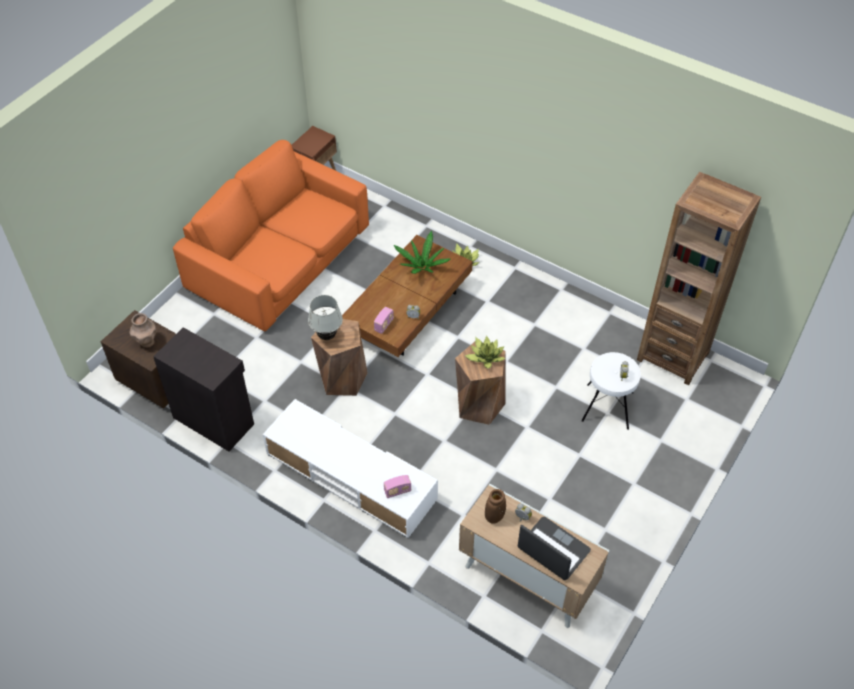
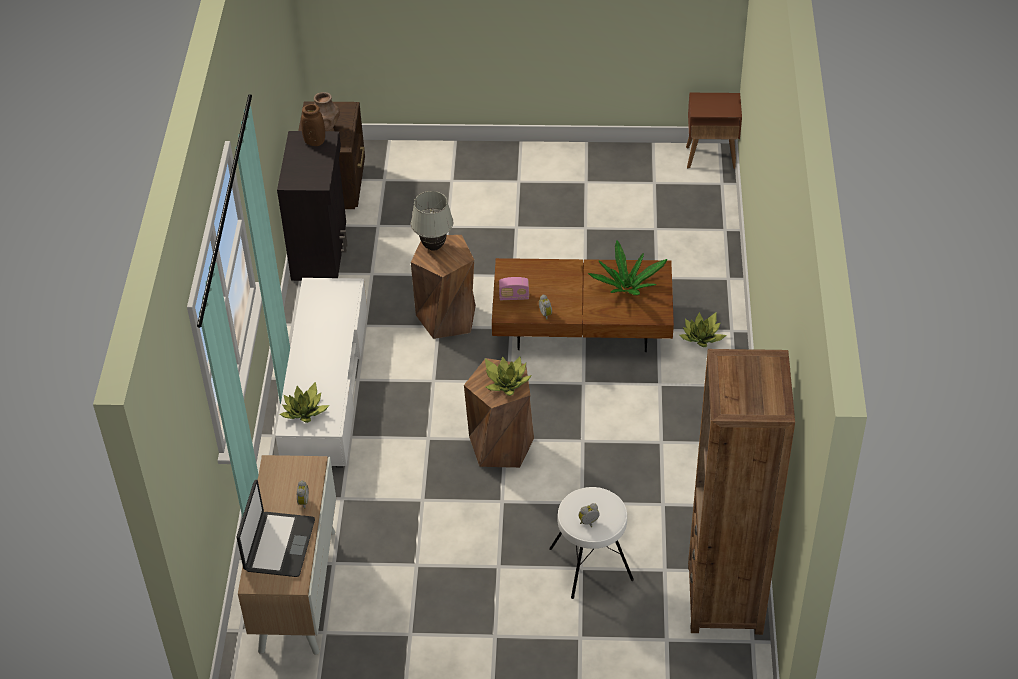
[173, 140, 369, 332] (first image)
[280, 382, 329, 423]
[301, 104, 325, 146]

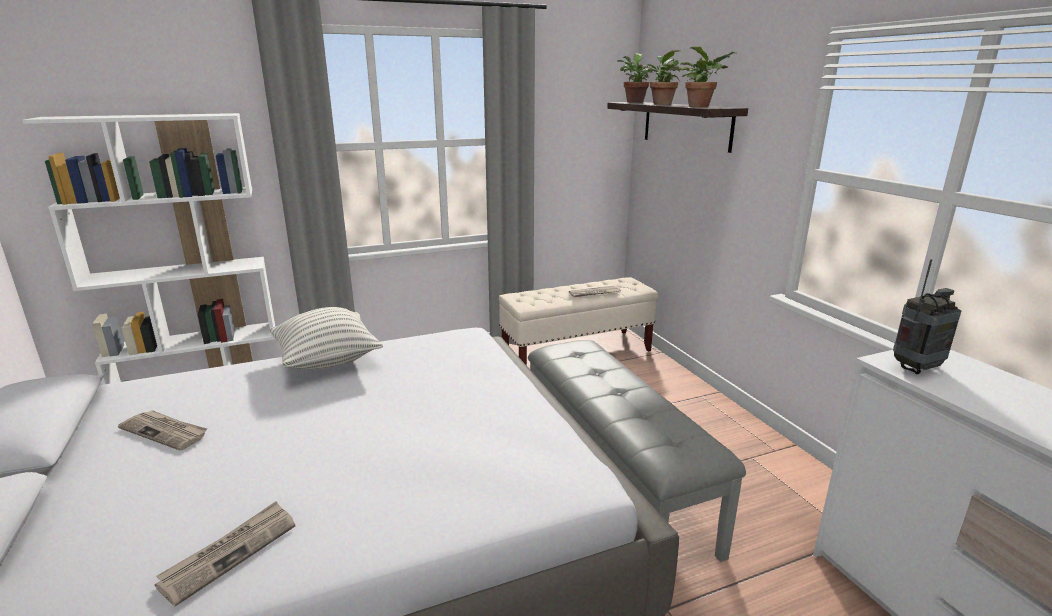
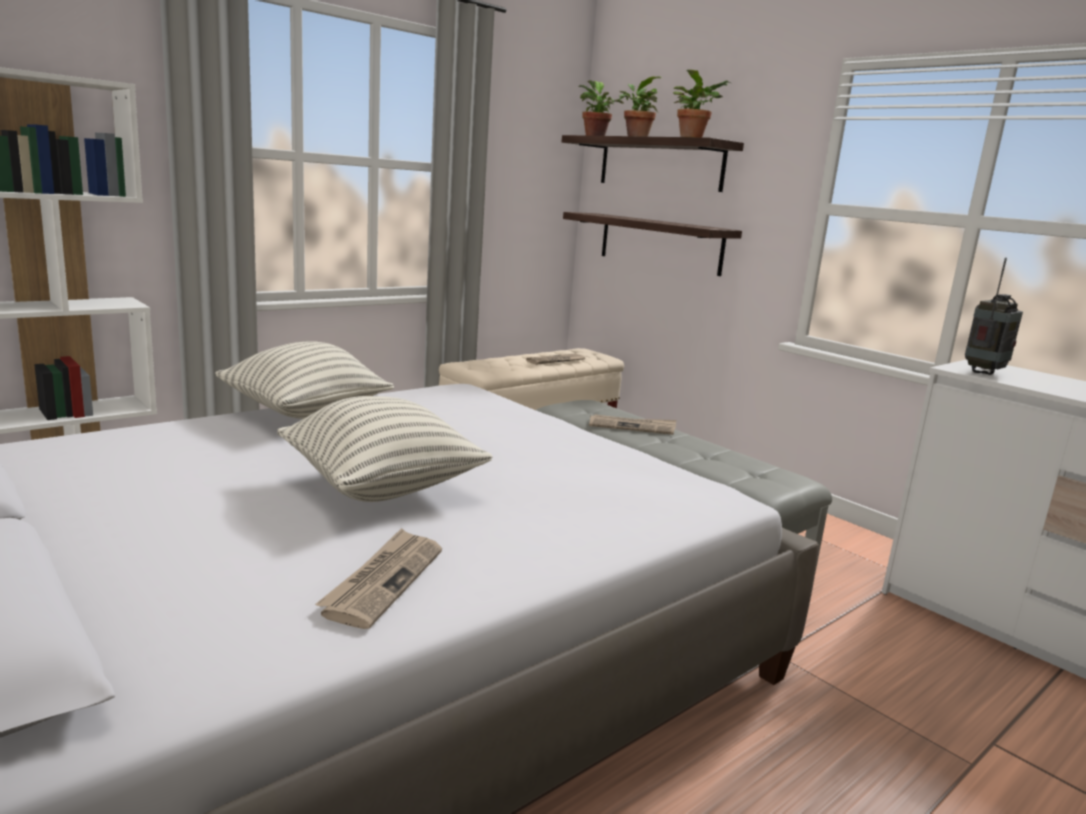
[589, 414, 676, 435]
[277, 396, 493, 502]
[563, 212, 742, 276]

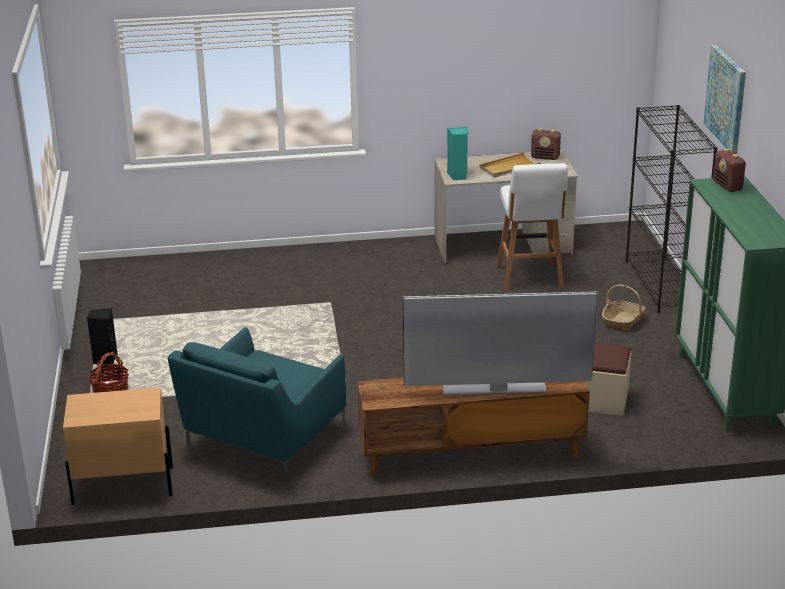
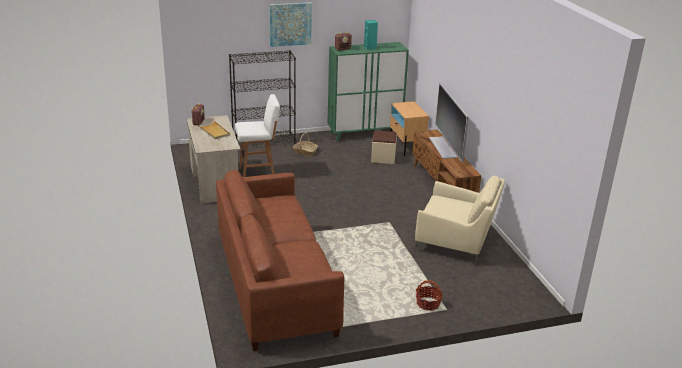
[390, 101, 429, 156]
[87, 308, 118, 366] (first image)
[415, 176, 505, 265]
[364, 20, 378, 50]
[216, 170, 344, 351]

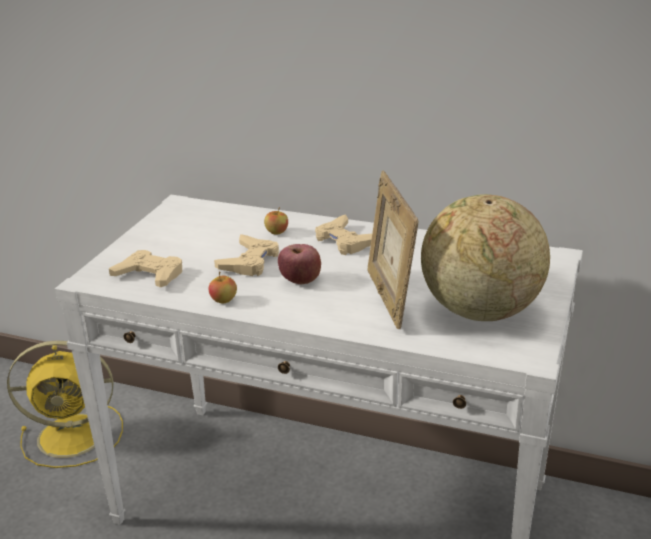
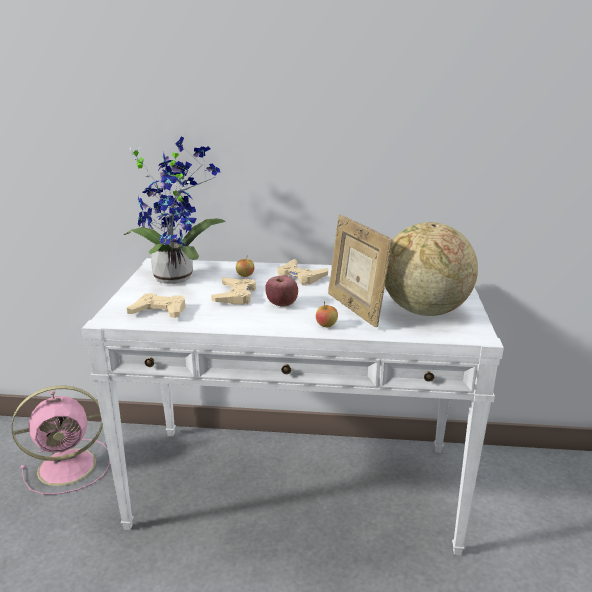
[12, 385, 110, 495]
[316, 302, 338, 327]
[124, 137, 225, 284]

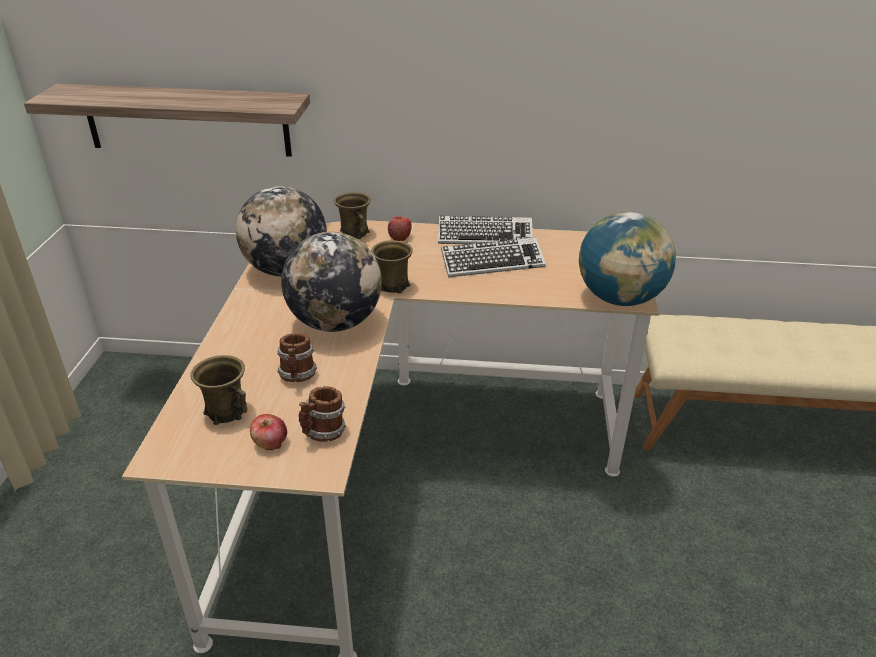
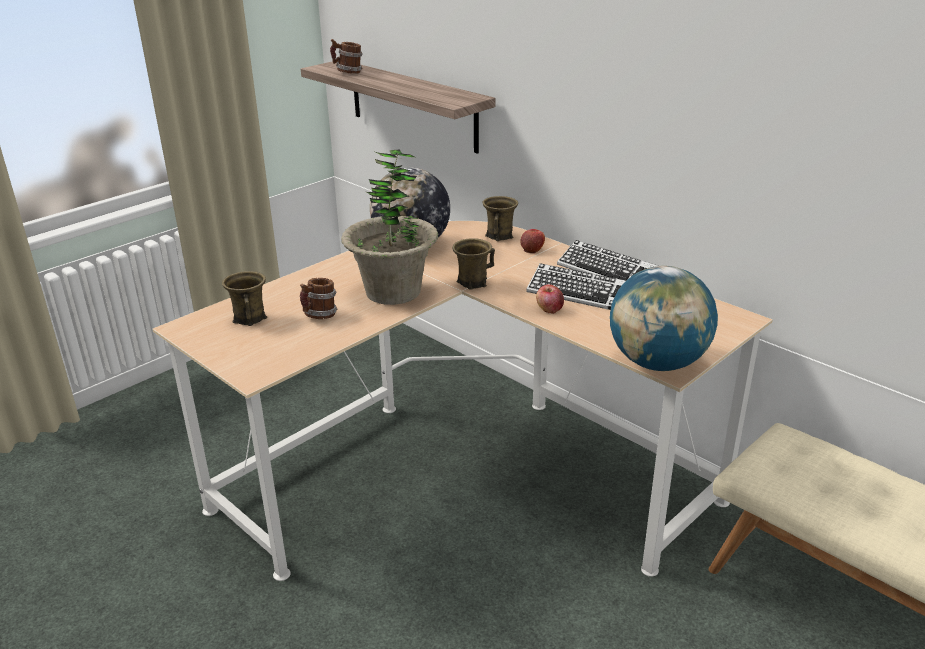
[536, 285, 564, 314]
[341, 150, 438, 305]
[330, 39, 363, 74]

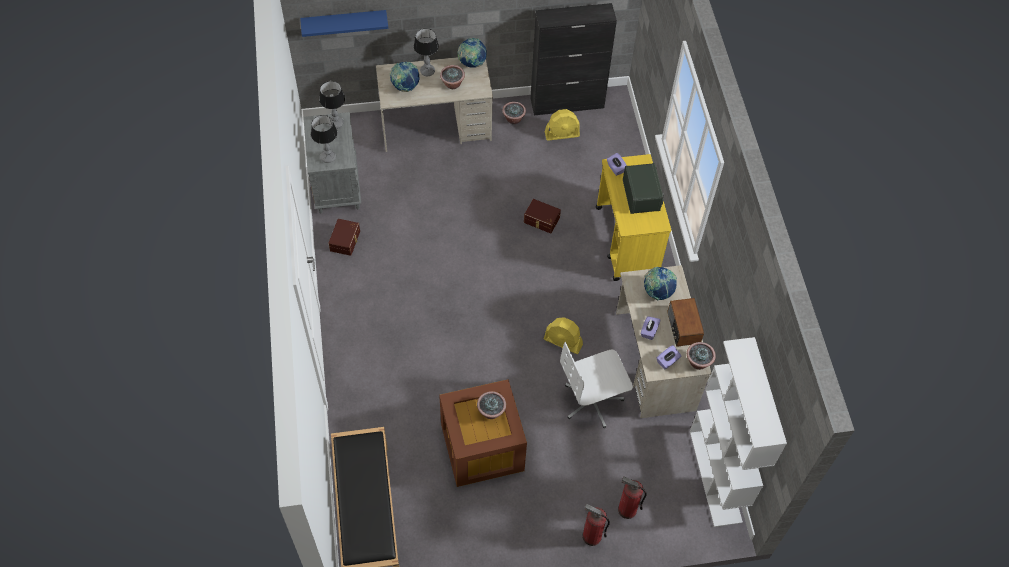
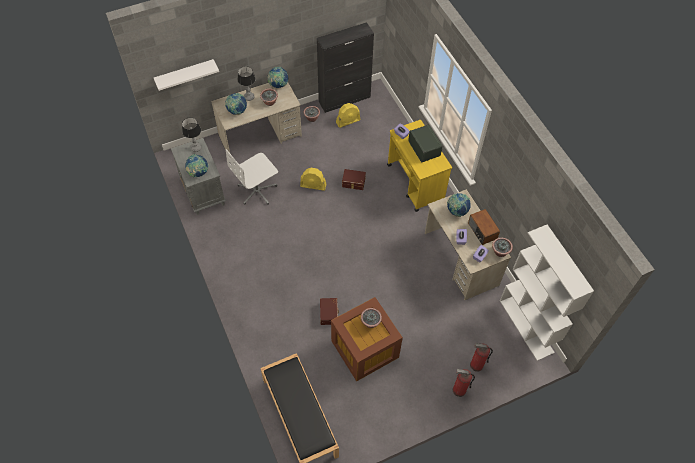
[154, 59, 219, 91]
[185, 154, 209, 177]
[320, 298, 339, 325]
[300, 168, 326, 191]
[226, 149, 278, 205]

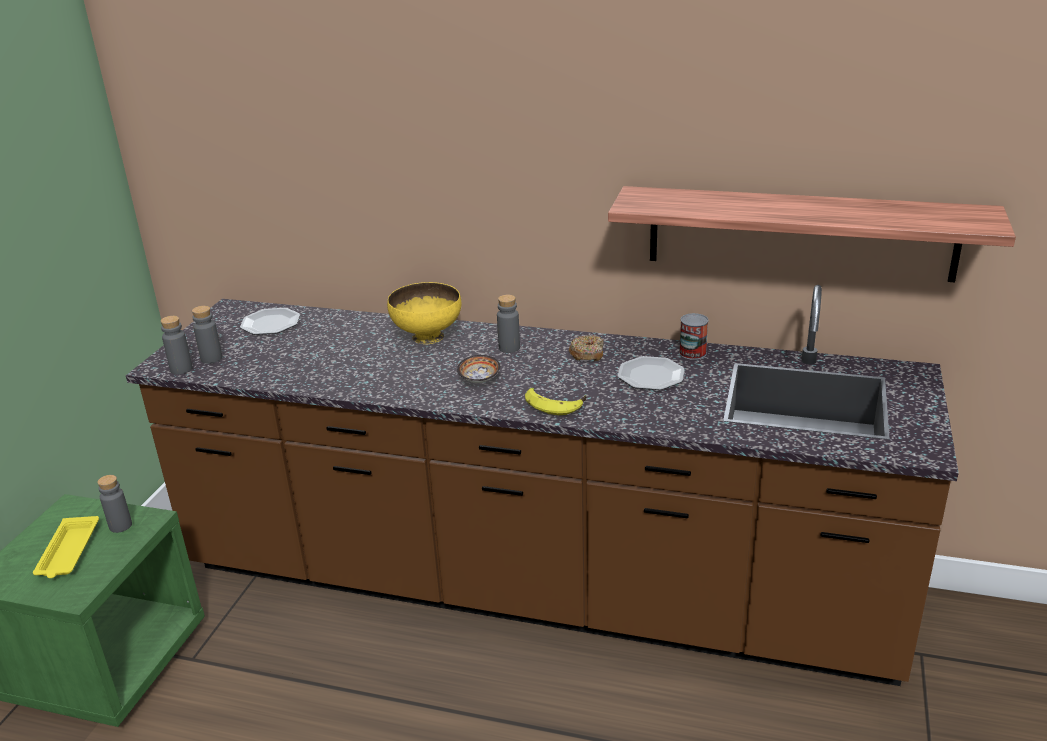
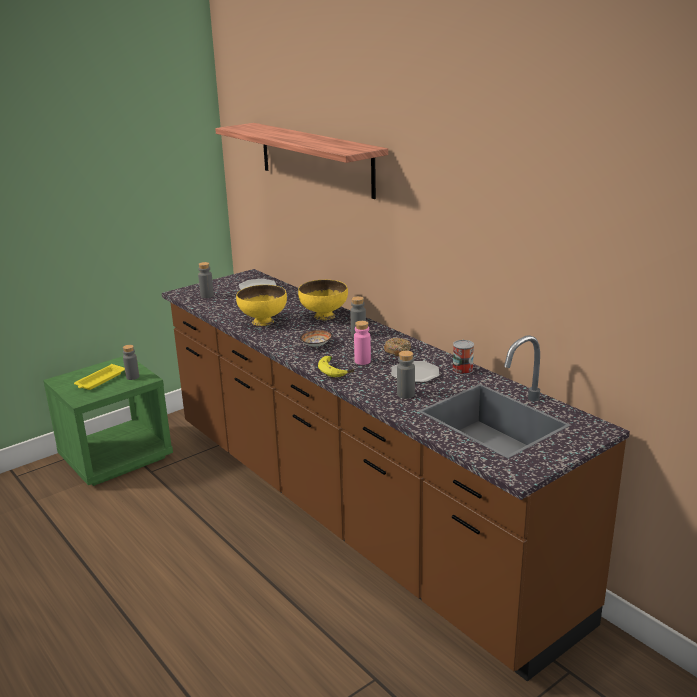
[397, 351, 415, 399]
[215, 123, 388, 199]
[236, 285, 287, 326]
[354, 321, 371, 365]

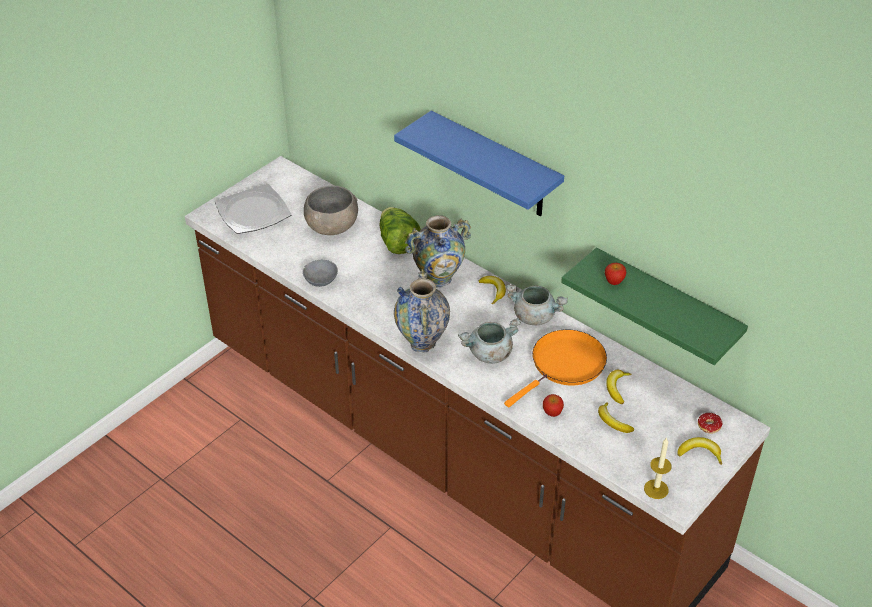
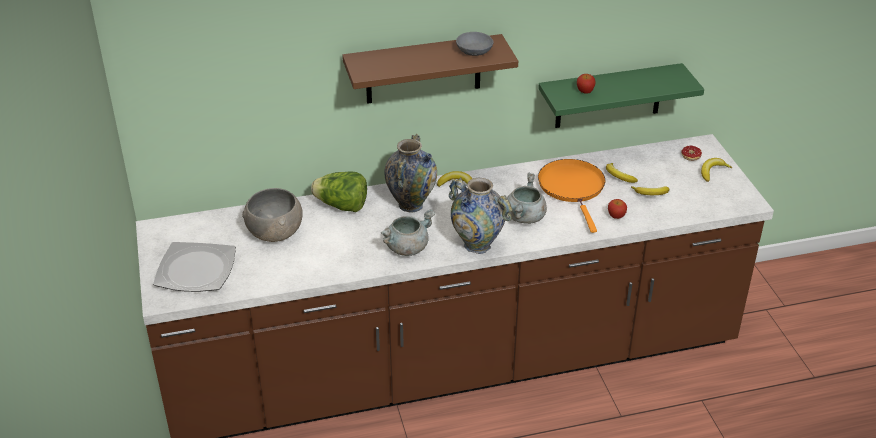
[456, 32, 494, 56]
[342, 34, 518, 104]
[381, 209, 435, 256]
[644, 437, 672, 499] (first image)

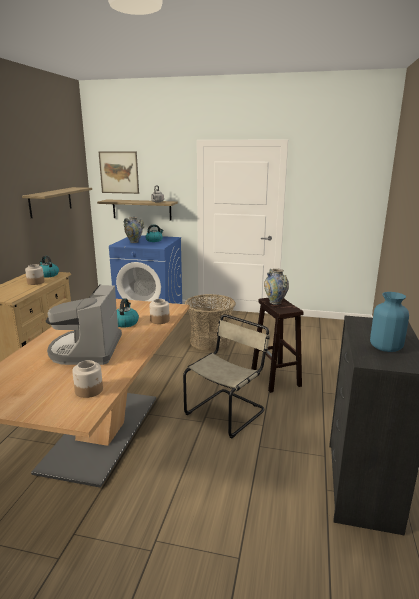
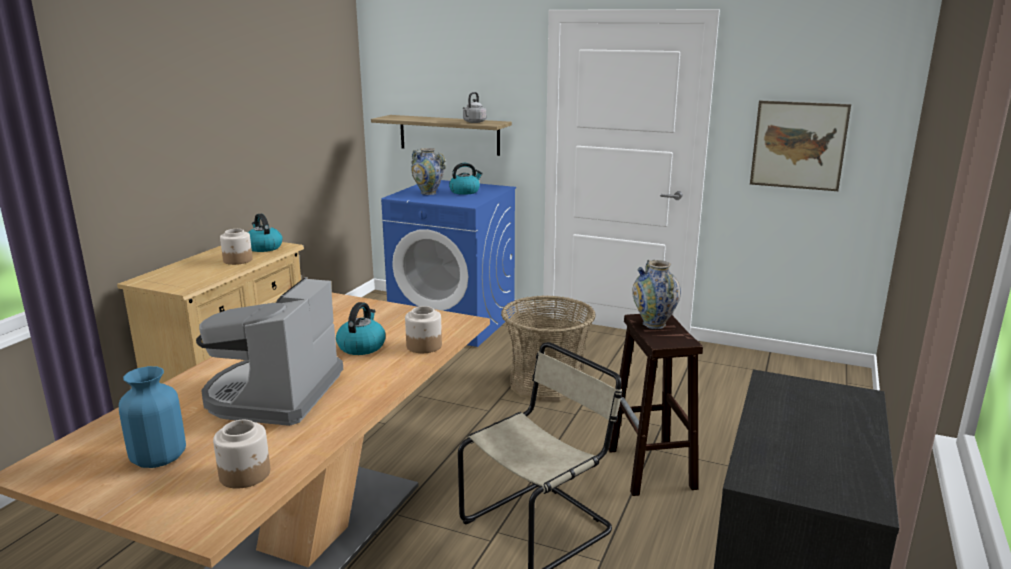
[22, 187, 92, 218] (first image)
[750, 100, 851, 191]
[119, 366, 186, 468]

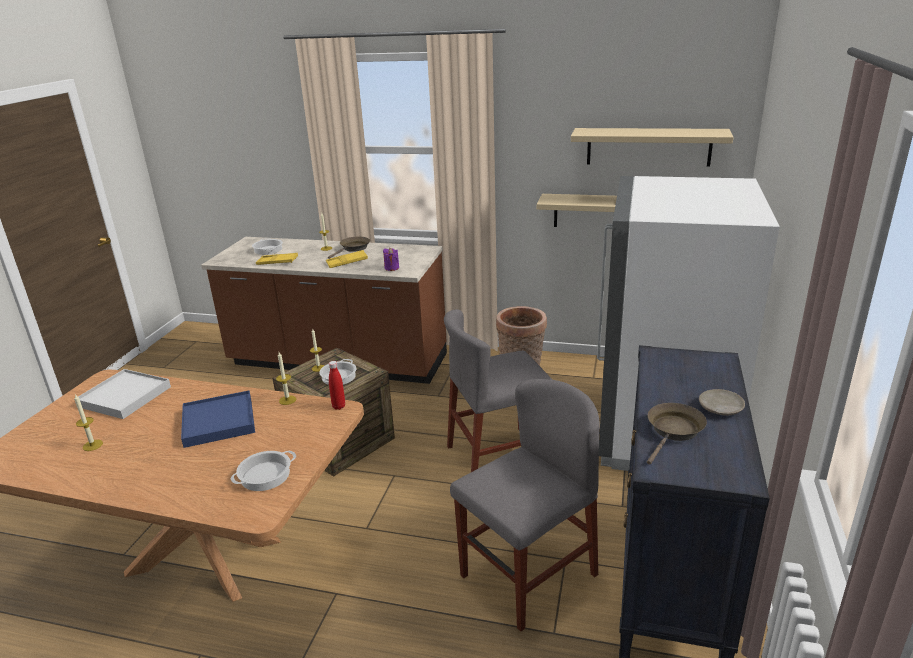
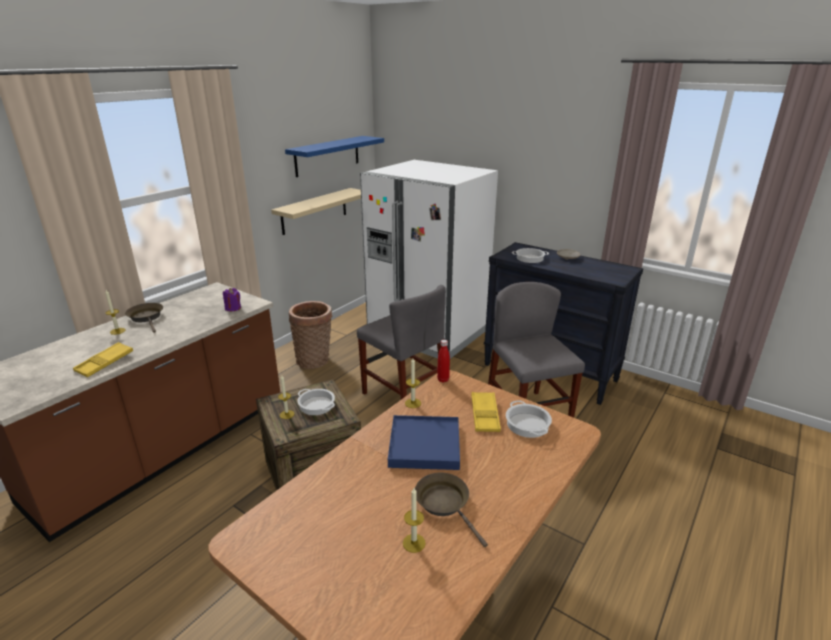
[74, 369, 171, 419] (first image)
[512, 248, 549, 263]
[471, 392, 501, 432]
[357, 285, 446, 399]
[285, 136, 384, 177]
[415, 473, 488, 547]

